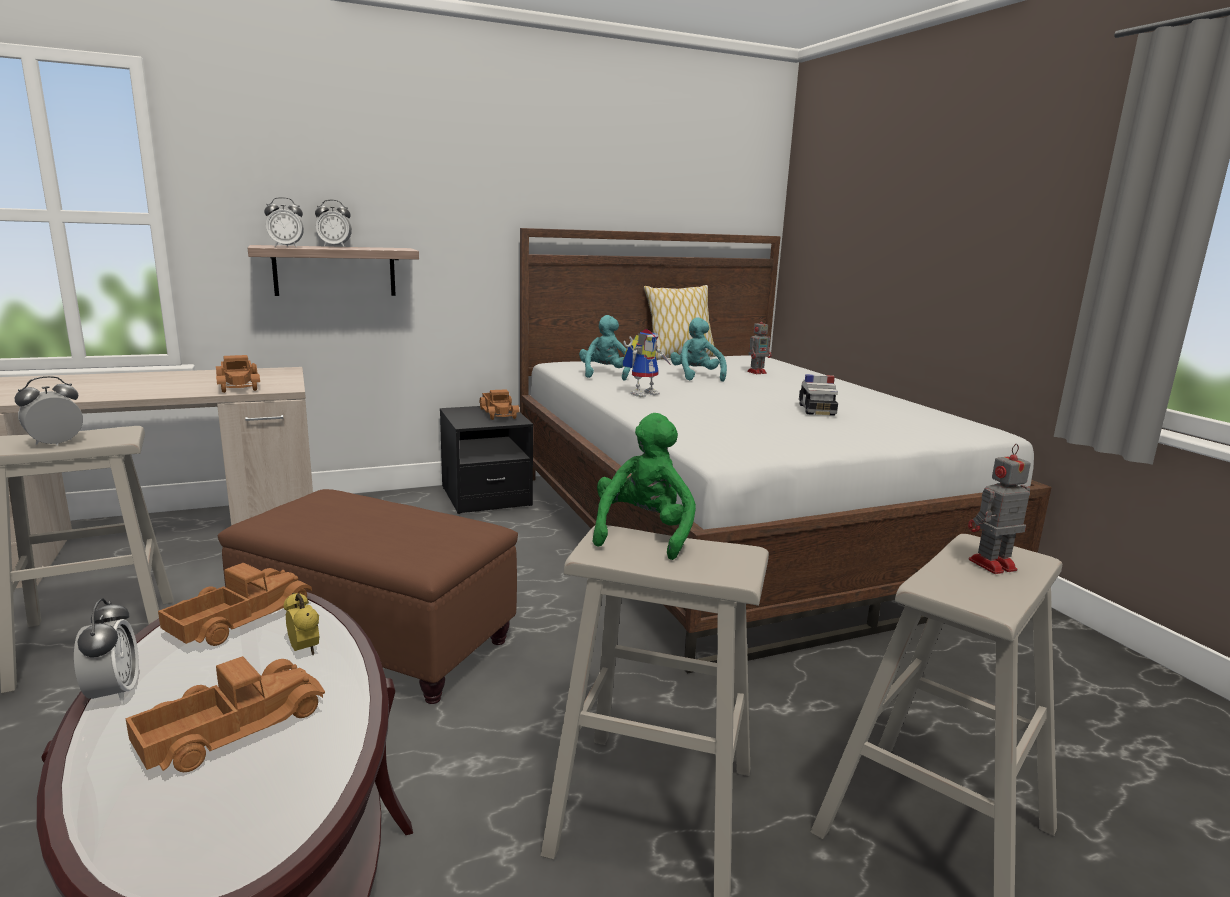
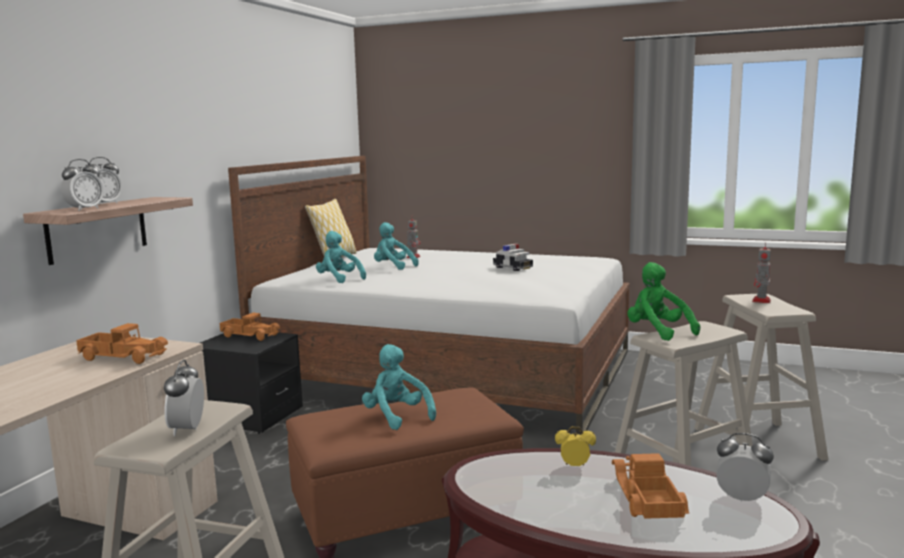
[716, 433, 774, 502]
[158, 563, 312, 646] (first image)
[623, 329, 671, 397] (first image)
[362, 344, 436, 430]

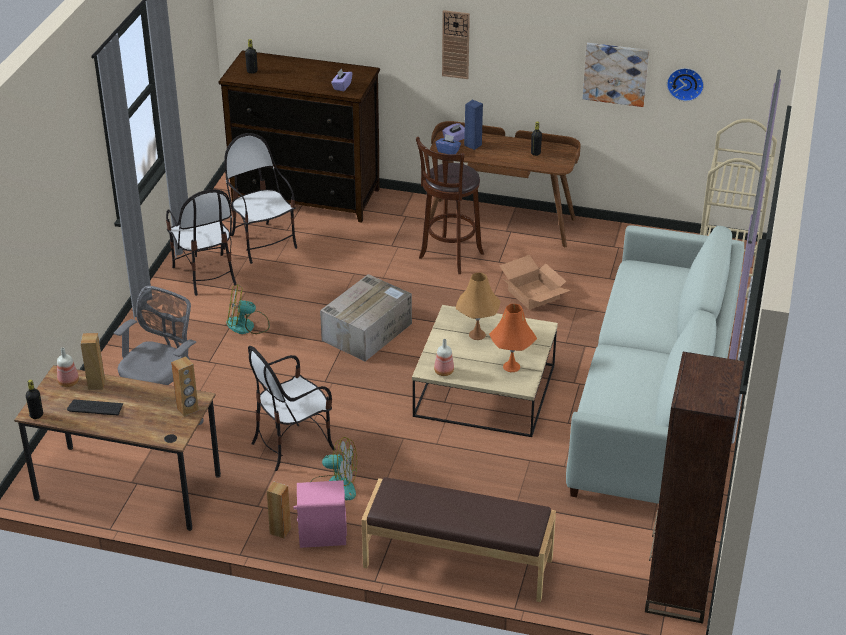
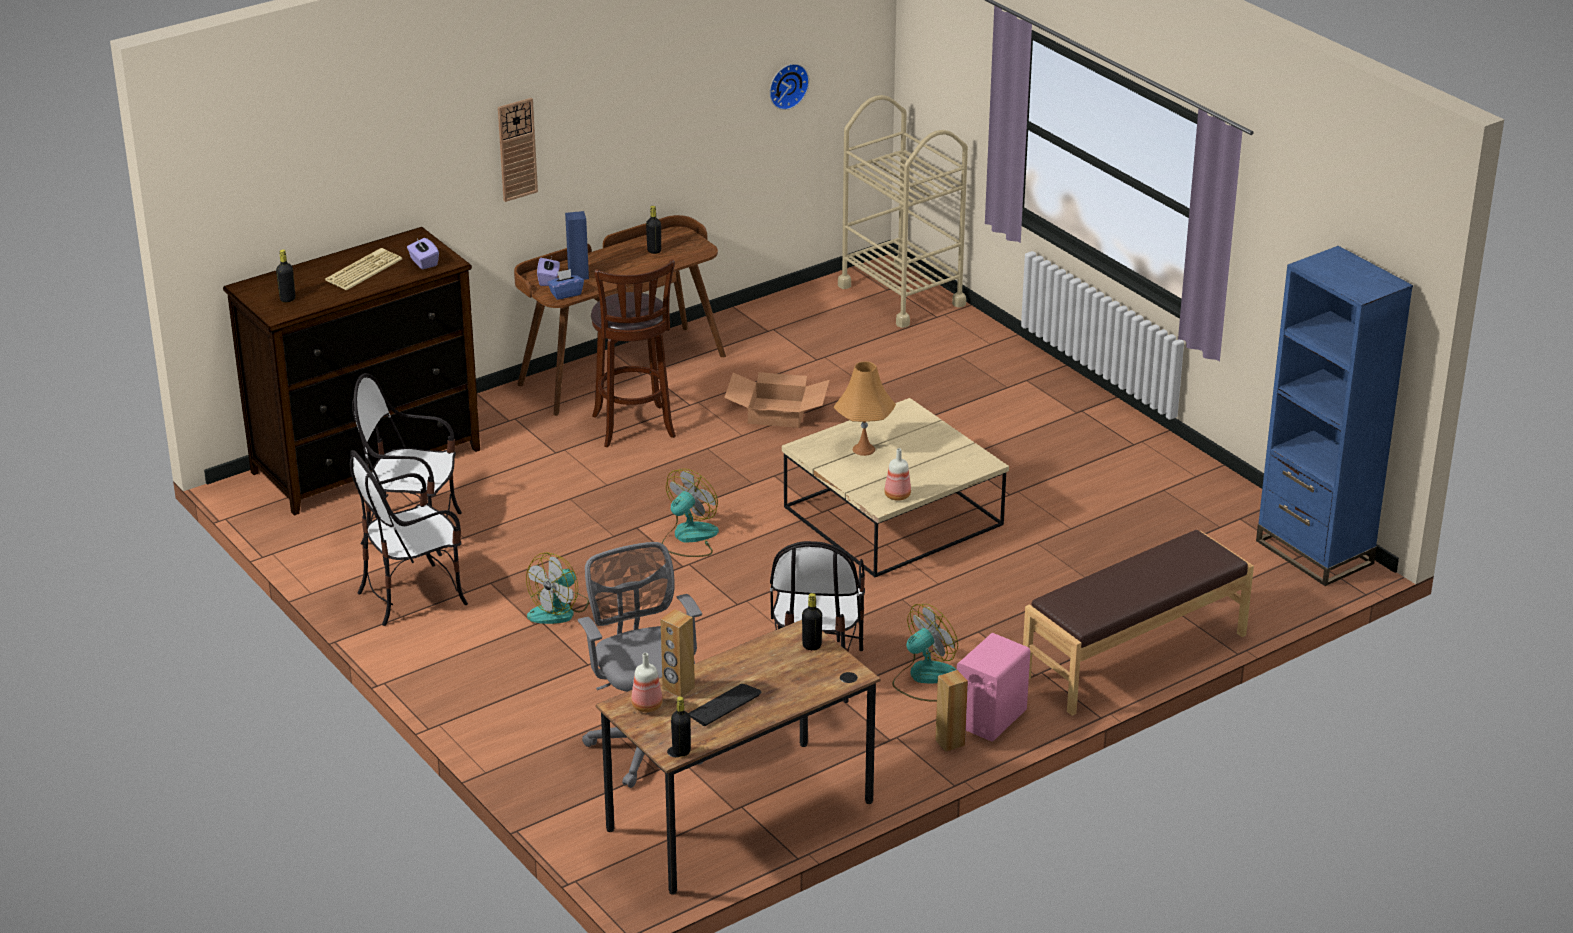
[350, 450, 468, 626]
[802, 593, 822, 650]
[662, 468, 719, 557]
[489, 304, 537, 372] (first image)
[566, 225, 744, 504] (first image)
[583, 43, 649, 107] (first image)
[1256, 246, 1413, 586]
[325, 248, 402, 290]

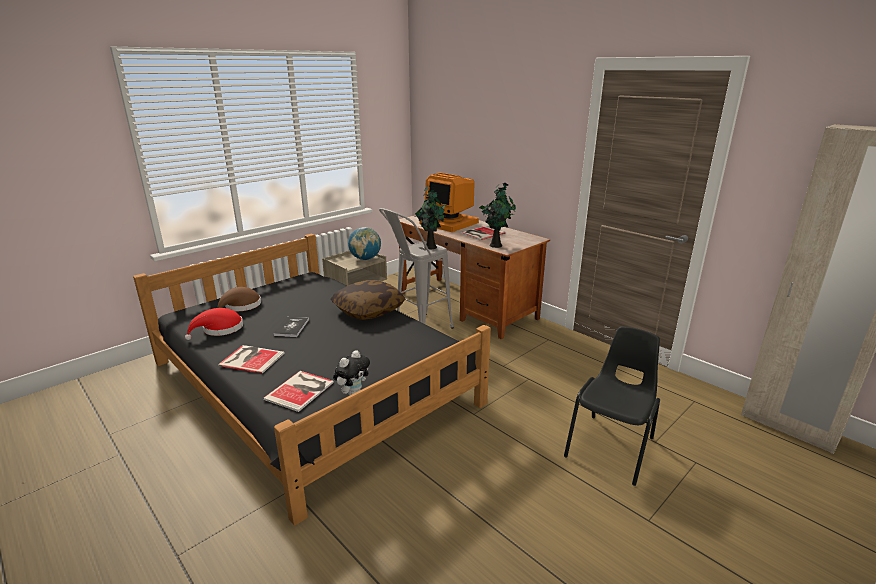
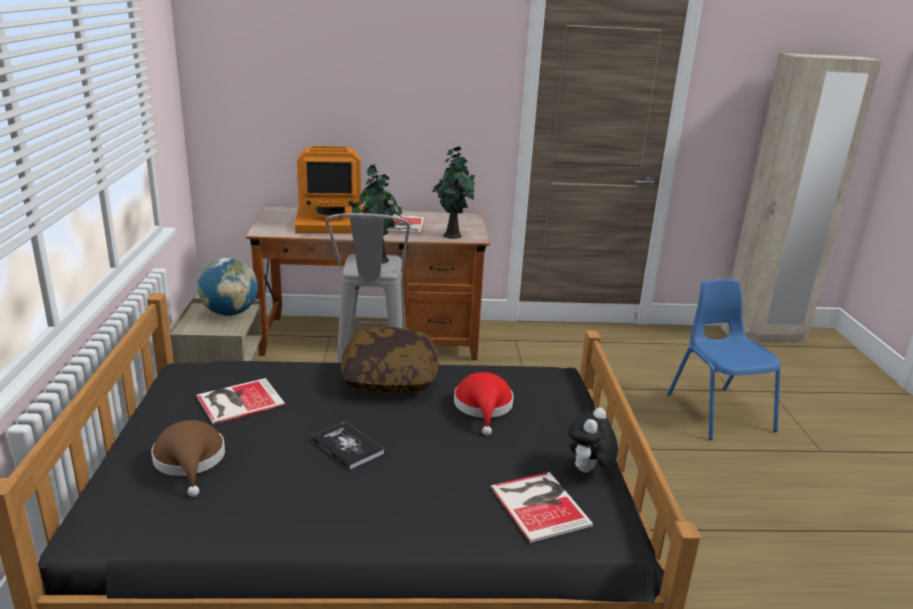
[454, 372, 513, 436]
[197, 378, 285, 425]
[568, 407, 618, 473]
[667, 279, 780, 440]

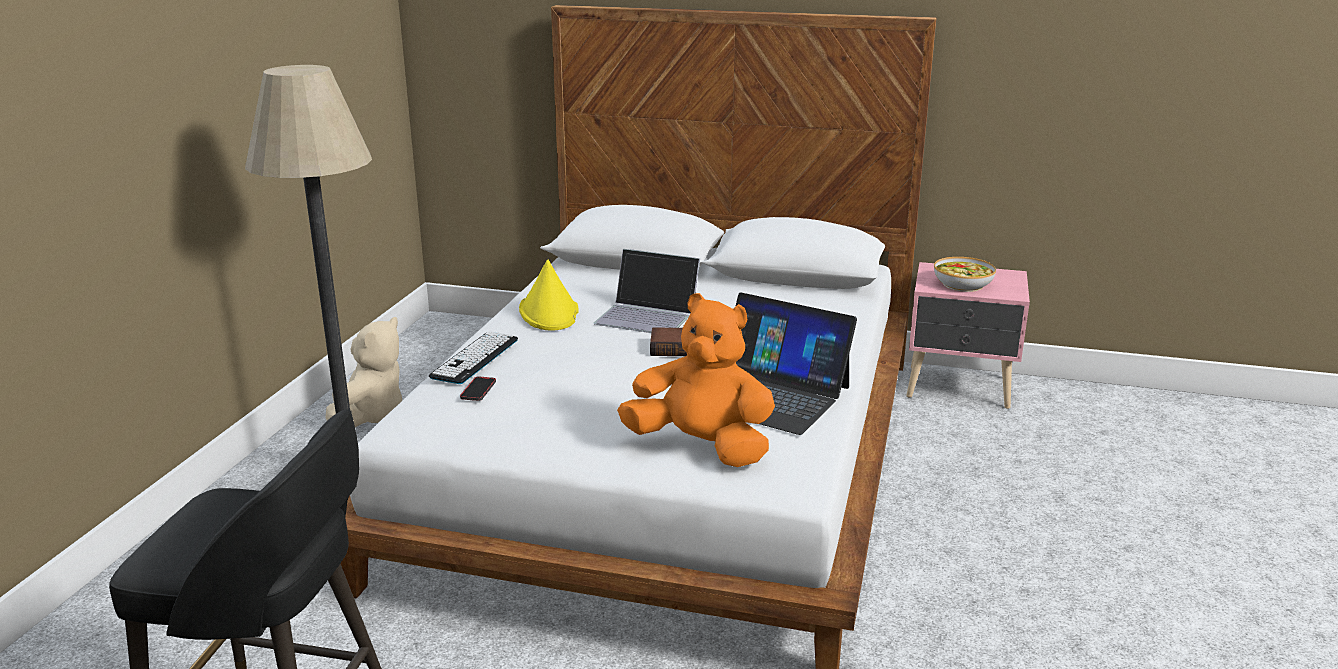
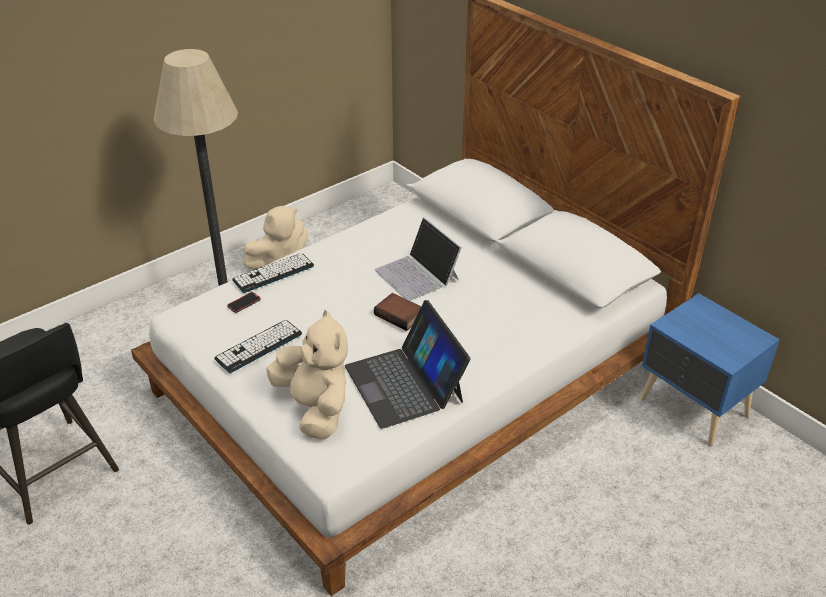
[519, 260, 579, 331] (first image)
[266, 310, 348, 439]
[641, 293, 780, 446]
[934, 257, 996, 292] (first image)
[214, 320, 302, 373]

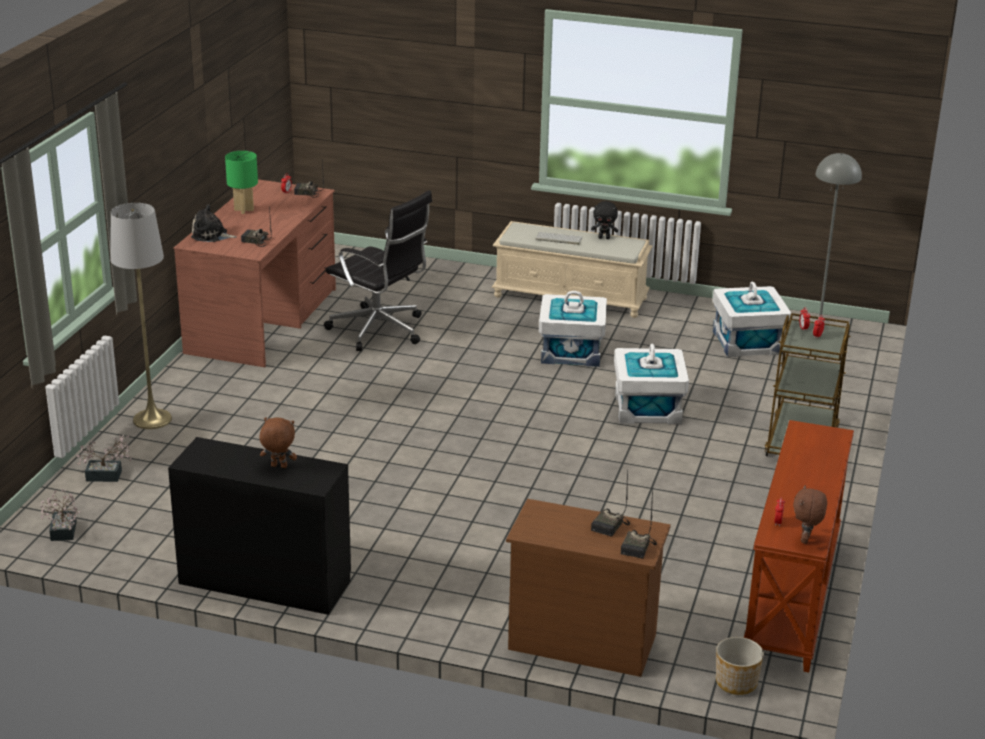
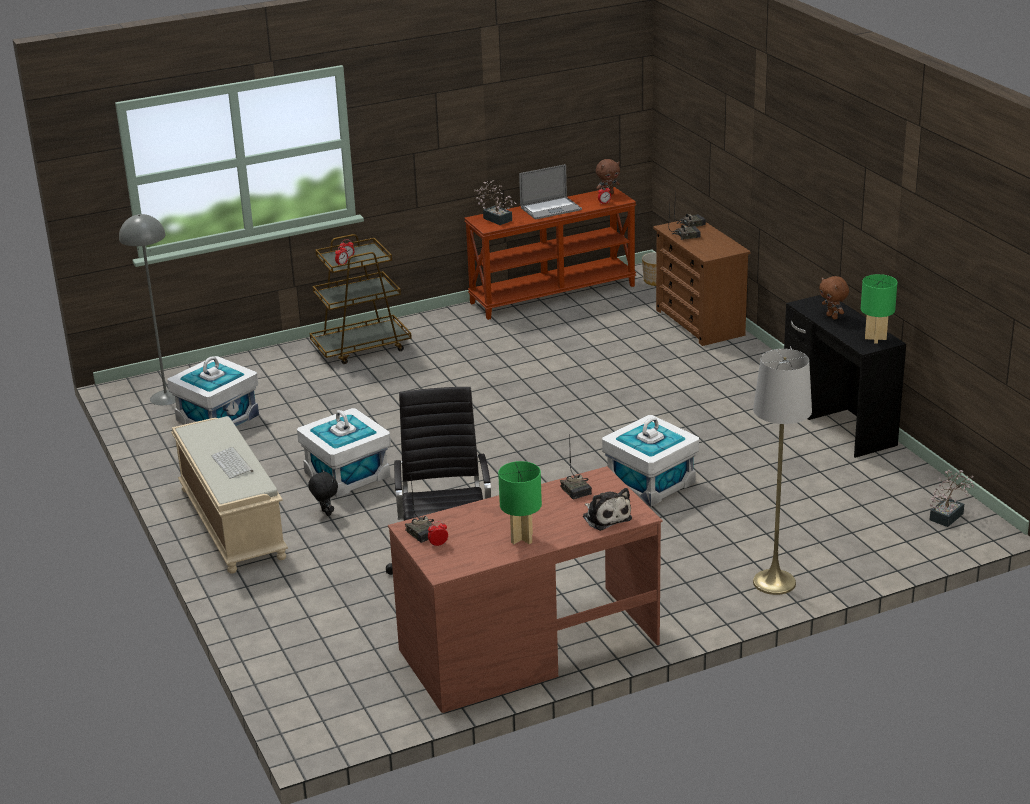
[474, 180, 517, 225]
[308, 470, 338, 516]
[602, 415, 699, 506]
[519, 164, 582, 220]
[861, 274, 898, 344]

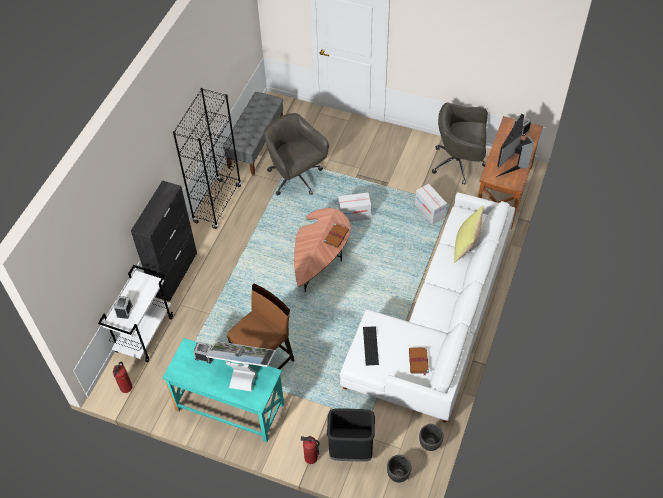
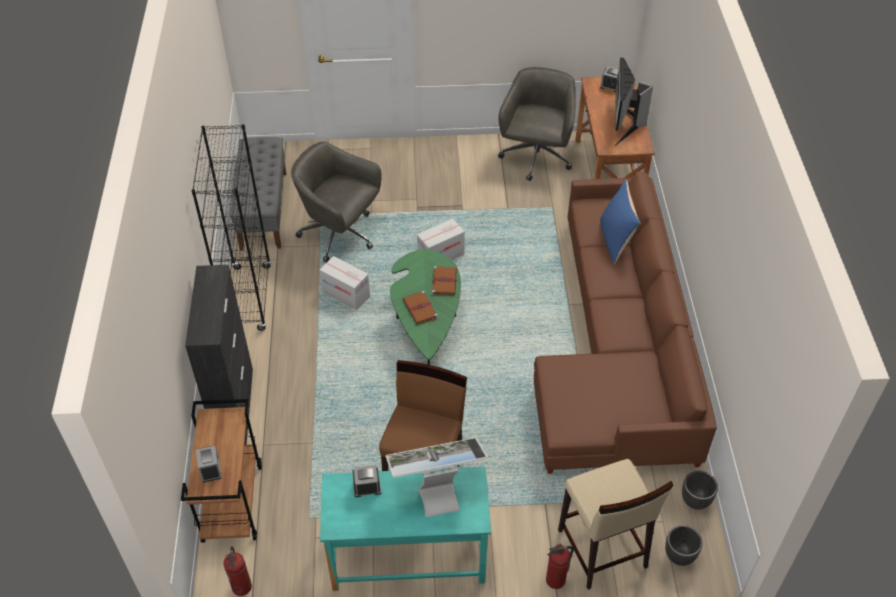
[181, 399, 262, 543]
[390, 249, 461, 365]
[558, 459, 674, 590]
[534, 171, 717, 474]
[363, 326, 379, 366] (first image)
[403, 291, 438, 325]
[320, 256, 370, 311]
[498, 67, 576, 181]
[600, 179, 641, 265]

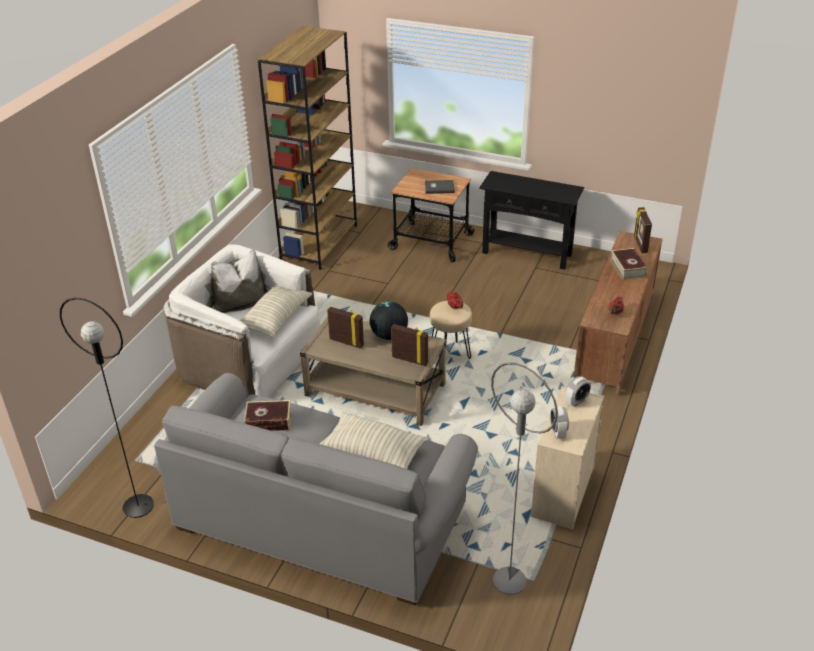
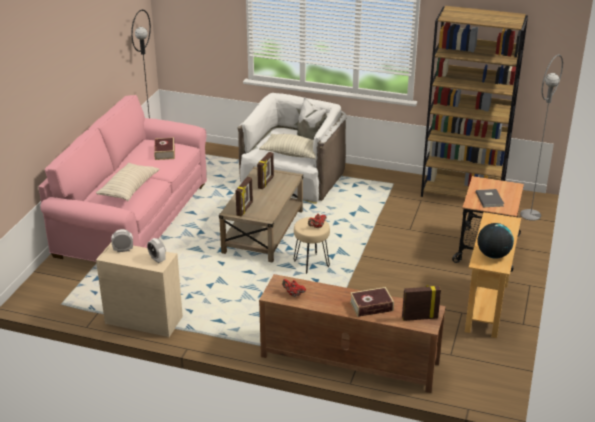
[38, 95, 207, 262]
[477, 223, 514, 259]
[465, 212, 521, 338]
[520, 54, 563, 221]

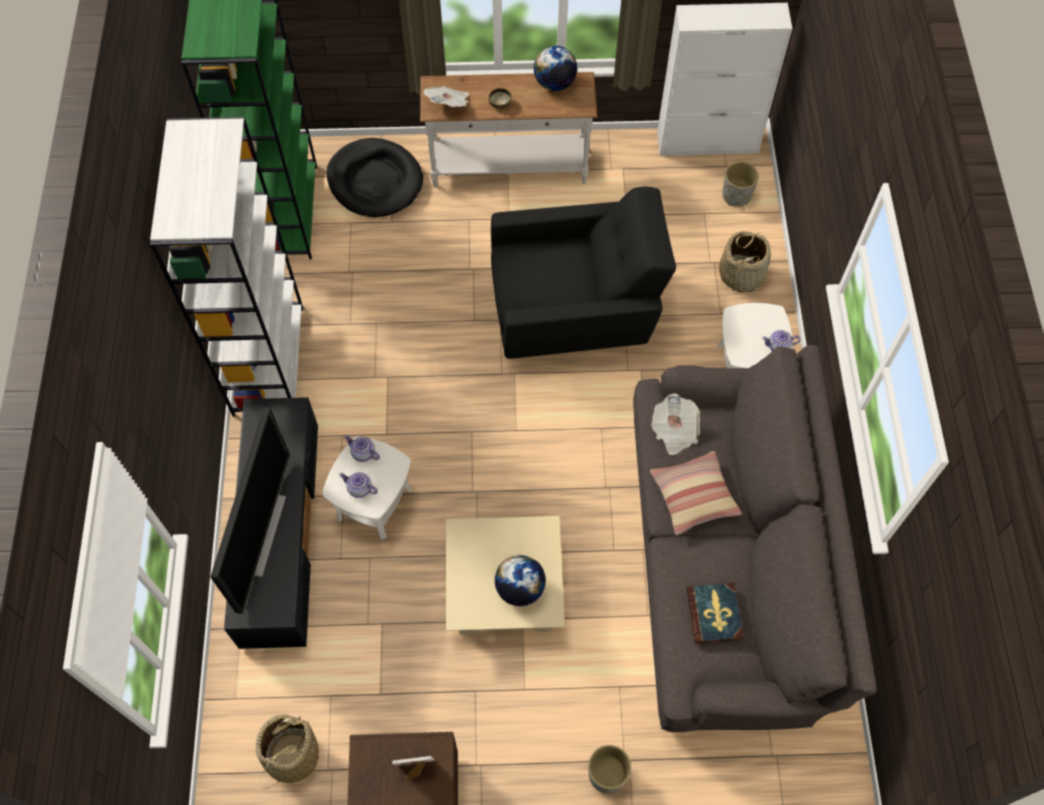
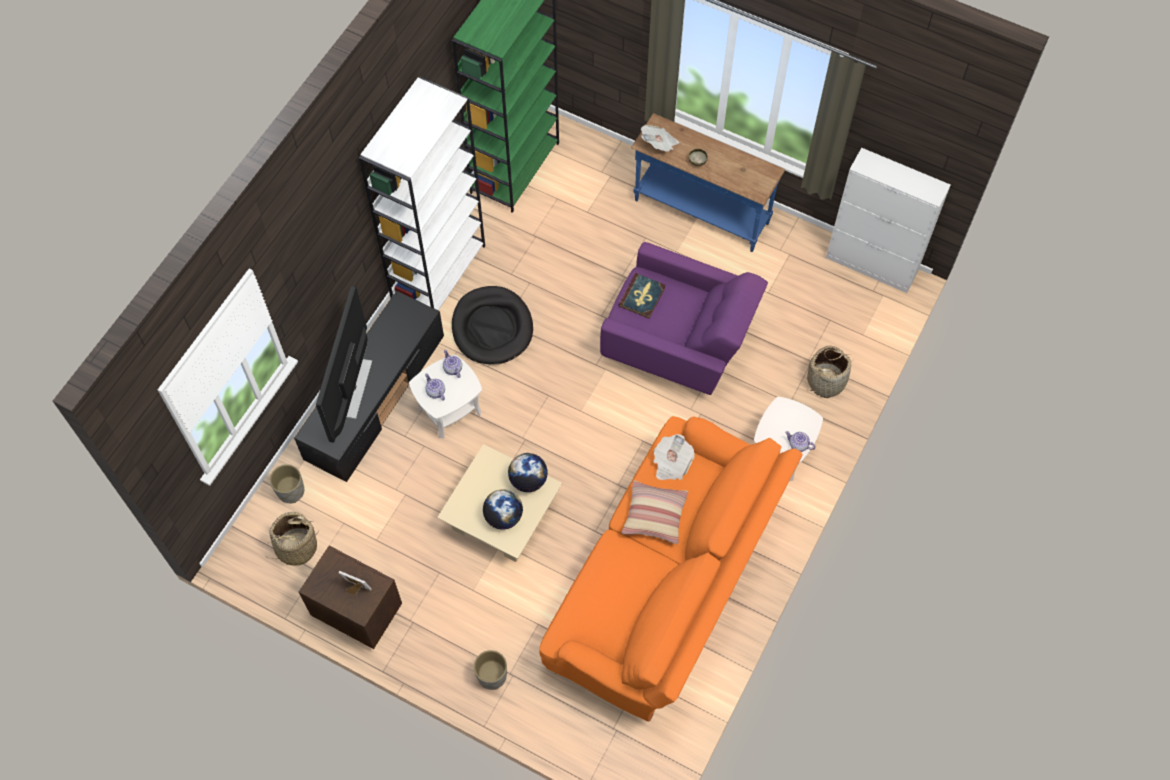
[316, 286, 373, 443]
[452, 286, 533, 364]
[631, 113, 785, 252]
[600, 242, 768, 395]
[508, 453, 548, 492]
[540, 416, 803, 722]
[619, 273, 665, 319]
[270, 464, 304, 503]

